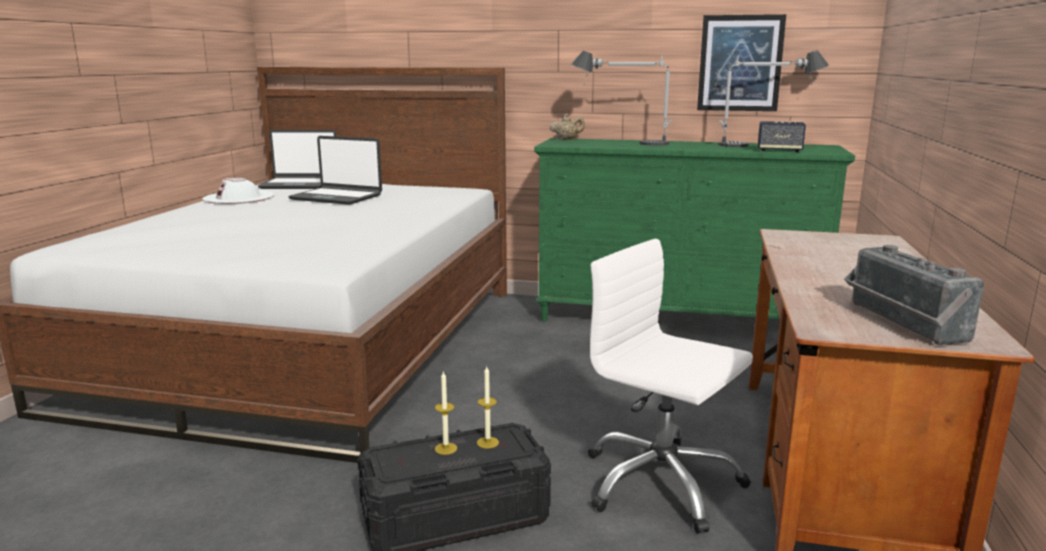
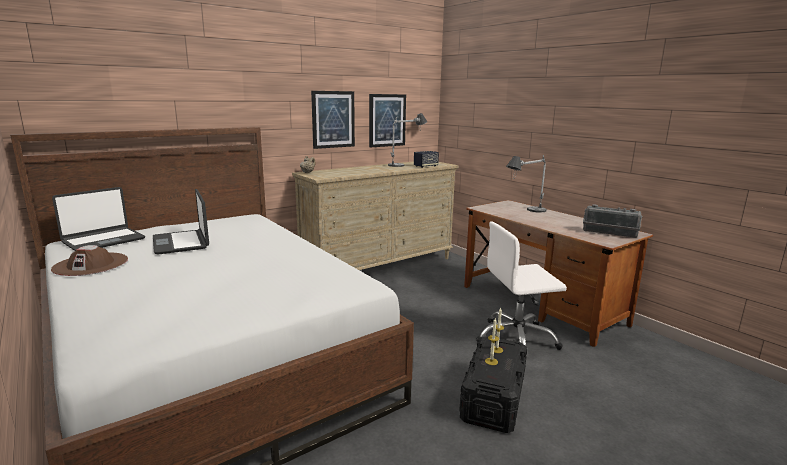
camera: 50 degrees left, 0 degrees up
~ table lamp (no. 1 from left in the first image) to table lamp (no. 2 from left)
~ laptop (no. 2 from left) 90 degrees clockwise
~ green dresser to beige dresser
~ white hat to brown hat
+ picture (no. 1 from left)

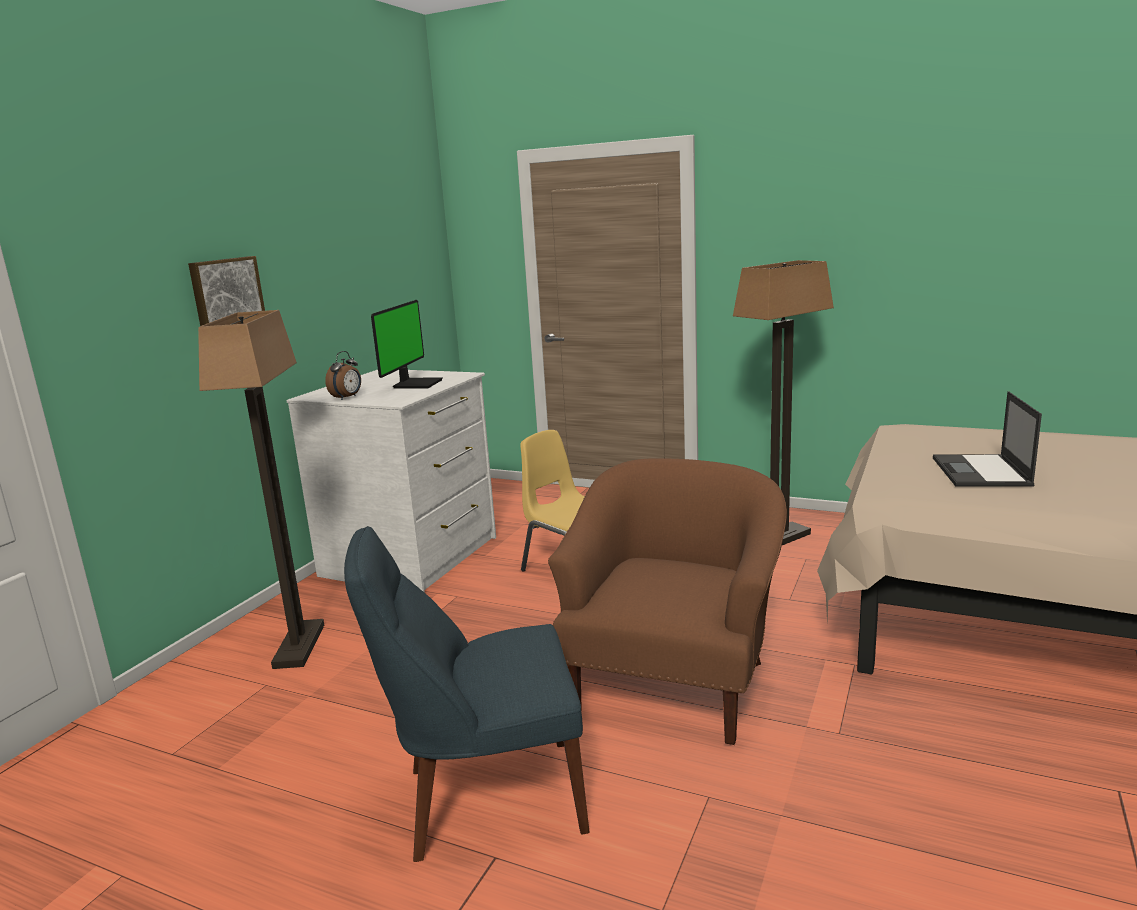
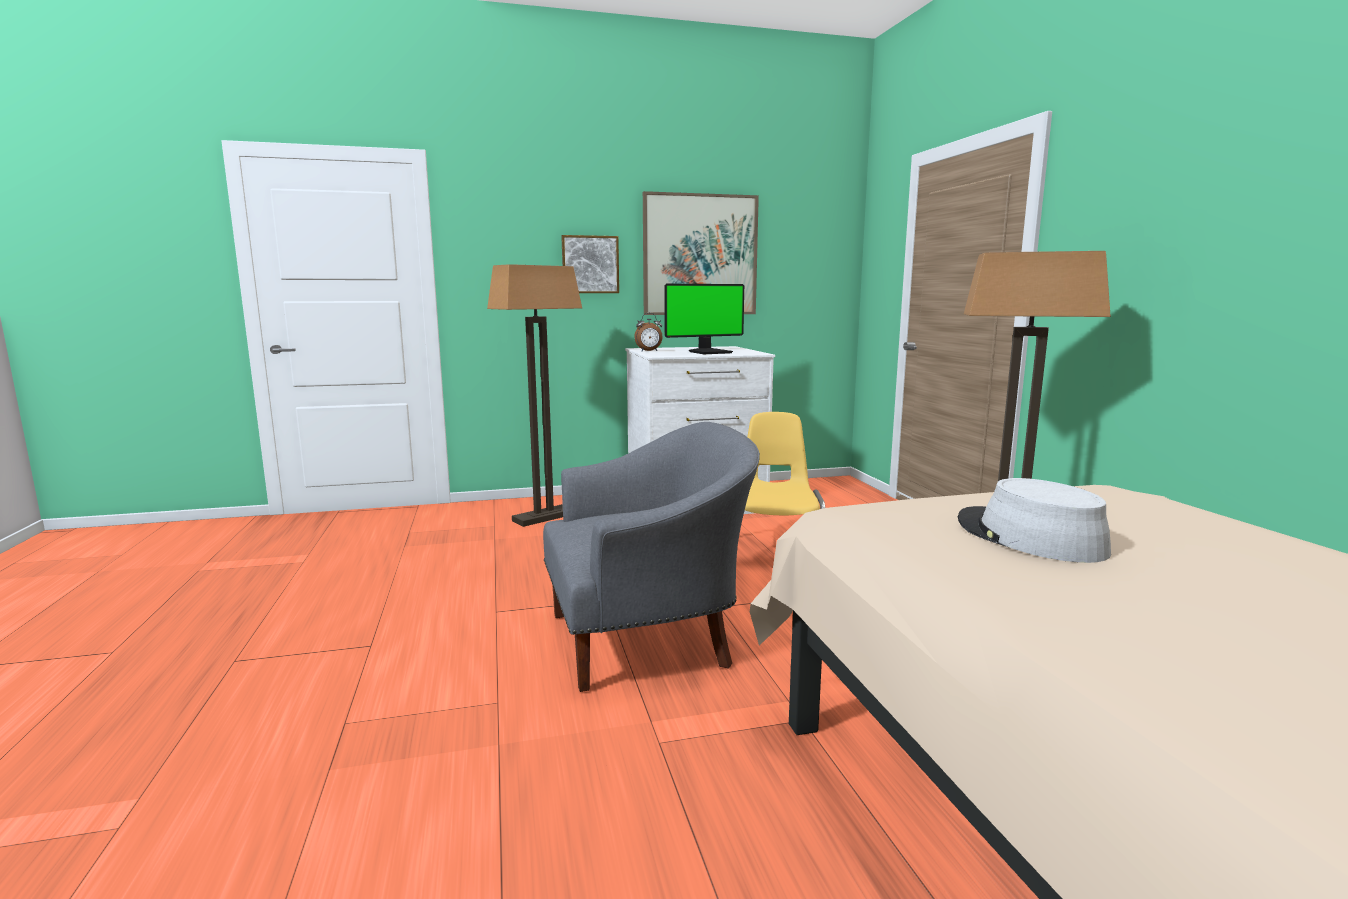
camera: 50 degrees right, 5 degrees down
~ laptop to grey hat
~ brown armchair to grey armchair
- blue chair
+ picture (no. 2 from left)

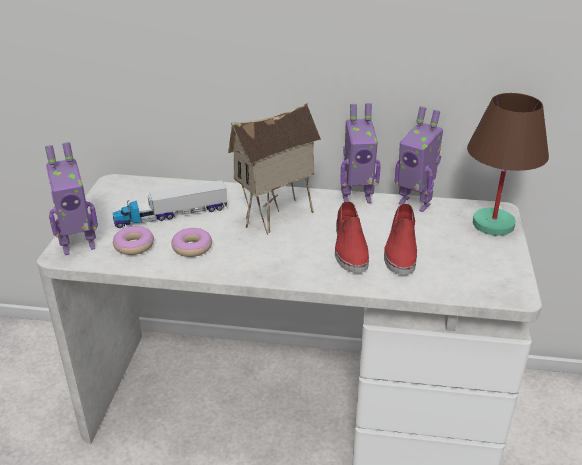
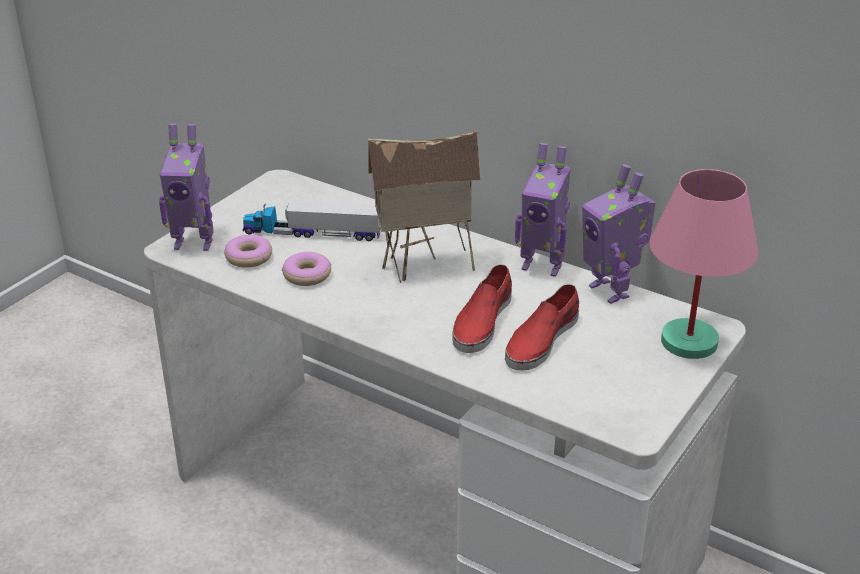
camera: 25 degrees right, 0 degrees up
~ brown table lamp to pink table lamp

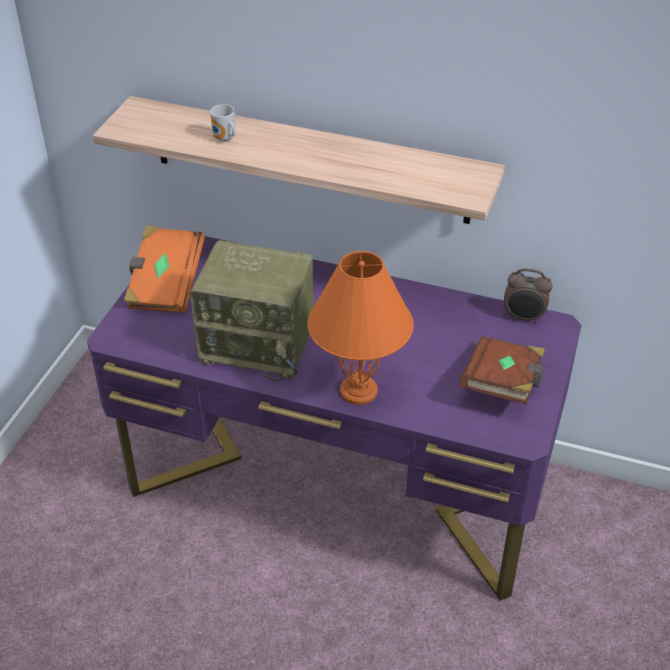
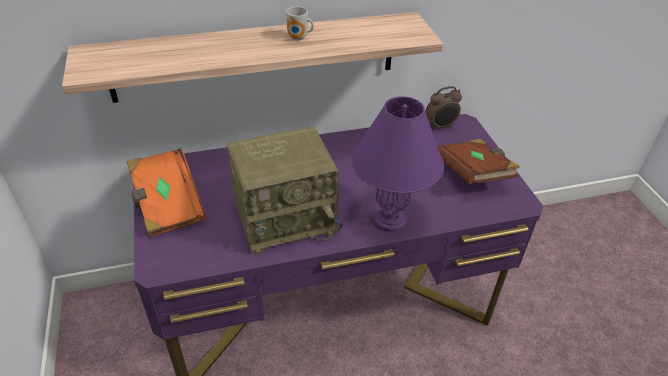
camera: 35 degrees left, 0 degrees up
~ mug
~ orange table lamp to purple table lamp

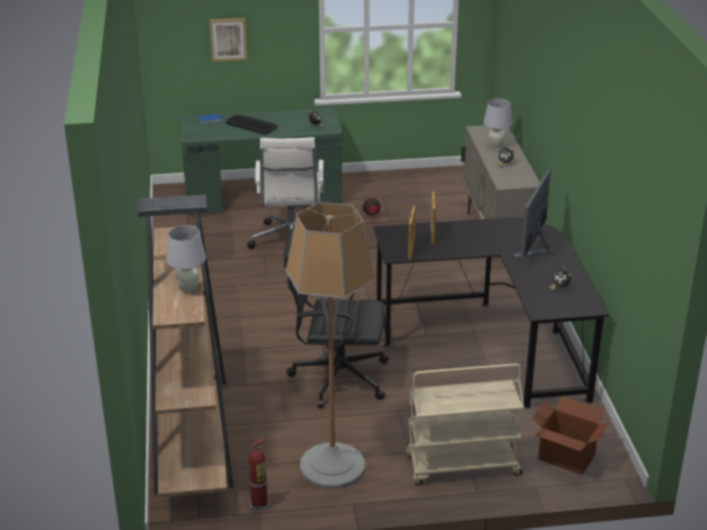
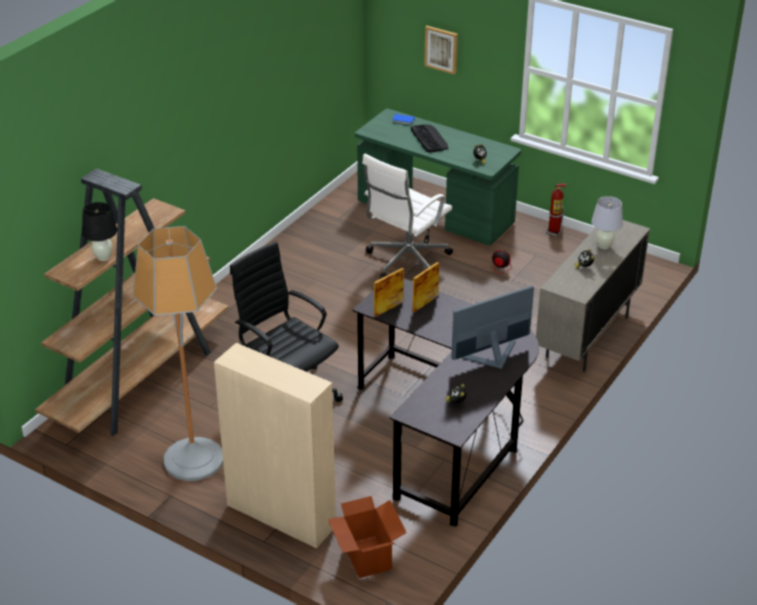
camera: 40 degrees right, 5 degrees up
~ white table lamp (no. 1 from left) to black table lamp
~ beige cart to beige cabinet (no. 1 from left)
~ fire extinguisher

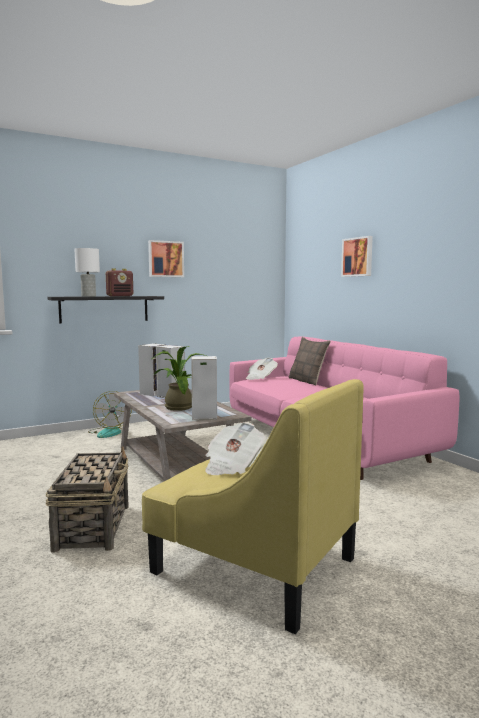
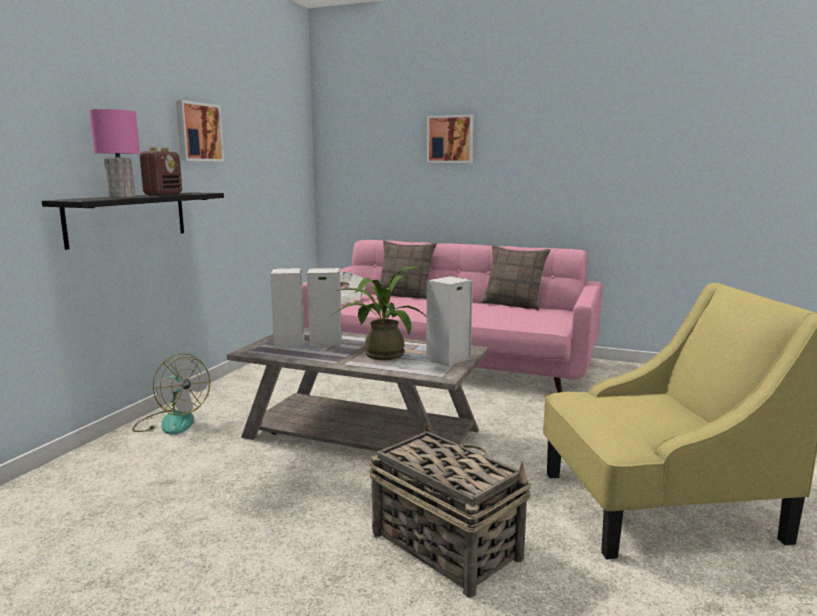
camera: 40 degrees left, 5 degrees up
~ white table lamp to pink table lamp
- newspaper (no. 1 from left)
+ pillow (no. 2 from left)

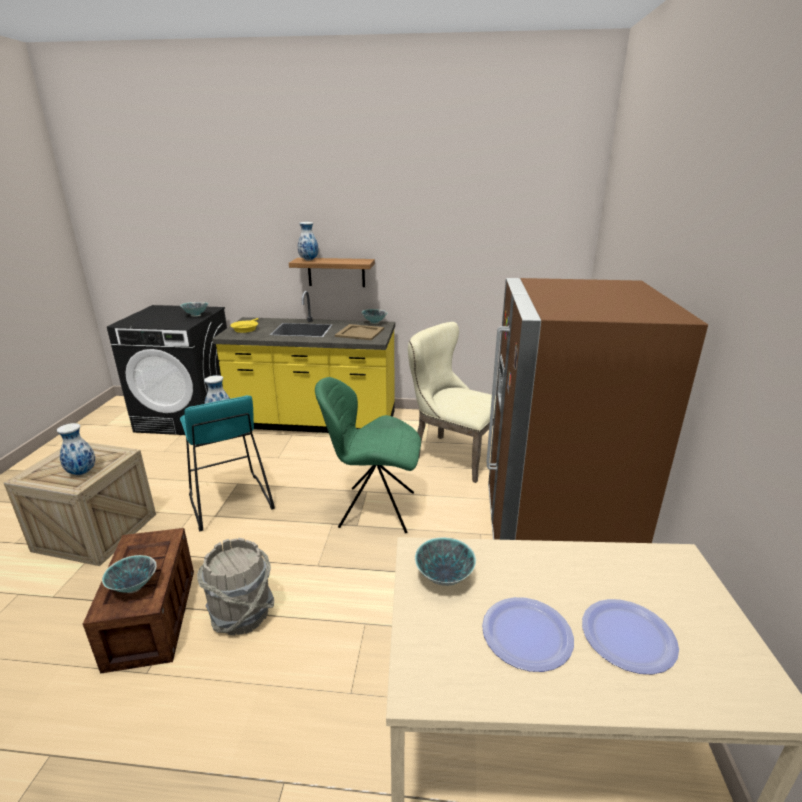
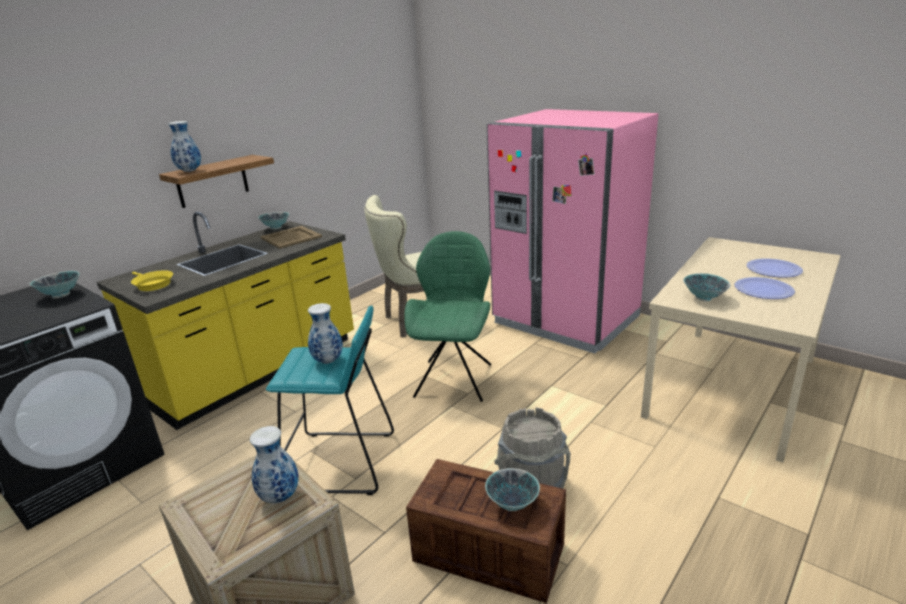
camera: 55 degrees left, 0 degrees up
~ brown fridge to pink fridge
~ green chair 150 degrees clockwise

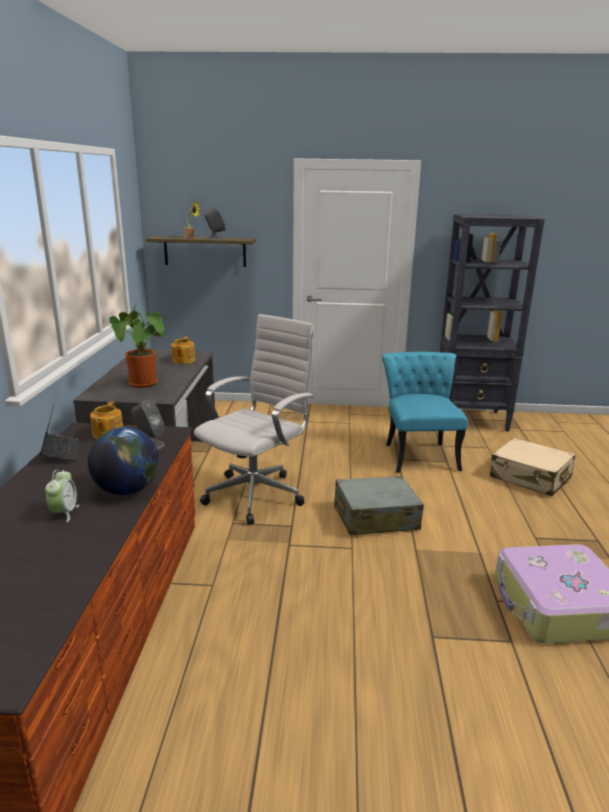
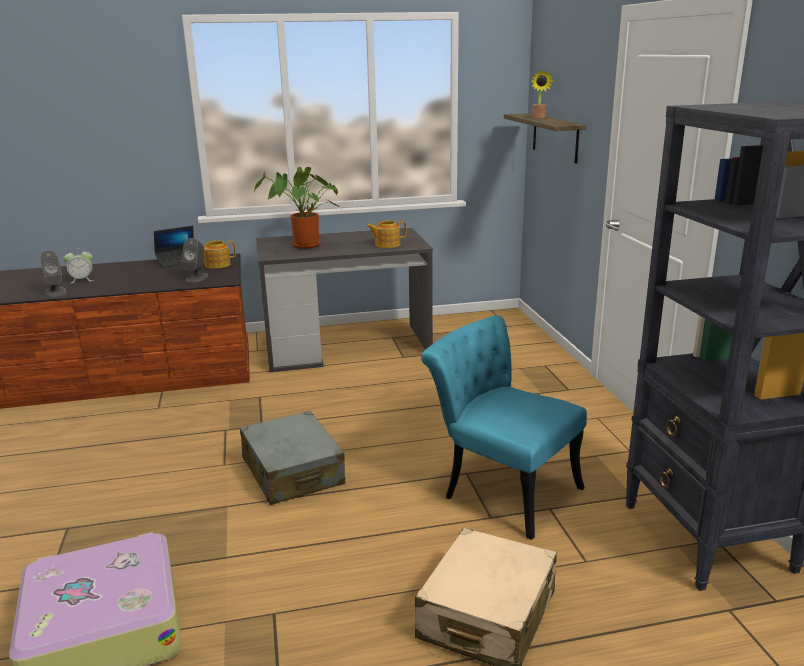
camera: 75 degrees right, 0 degrees up
~ grey speaker (no. 2 from left in the first image) to grey speaker (no. 1 from left)
- white office chair
~ turquoise chair 120 degrees counterclockwise
- globe

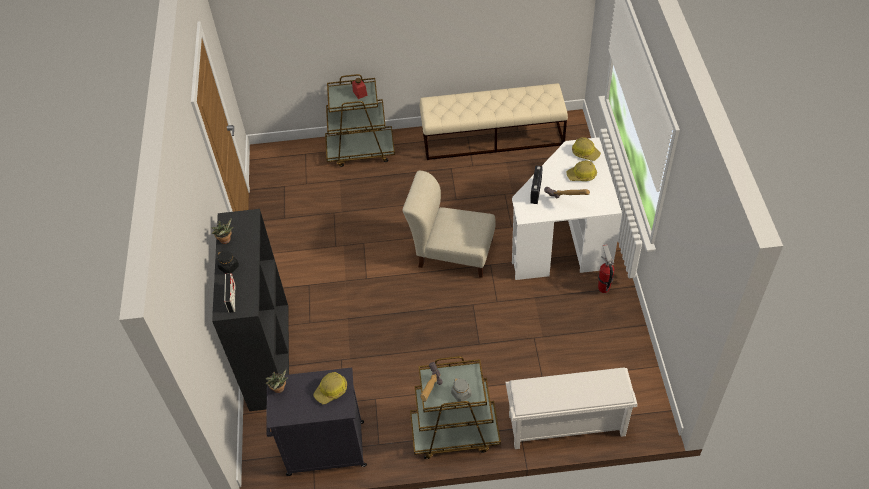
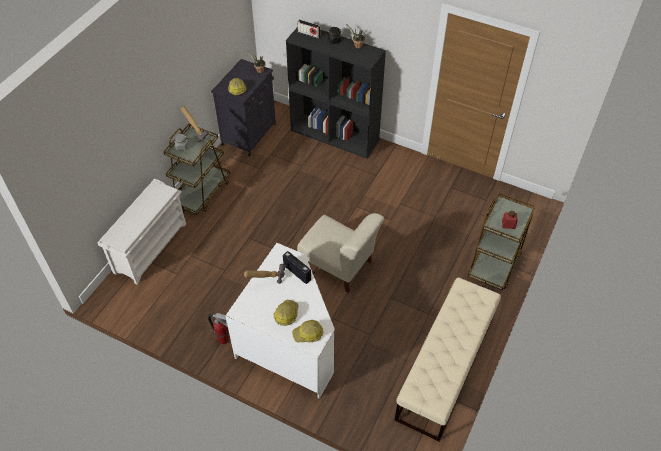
camera: 120 degrees right, 0 degrees up
~ beige chair 75 degrees clockwise

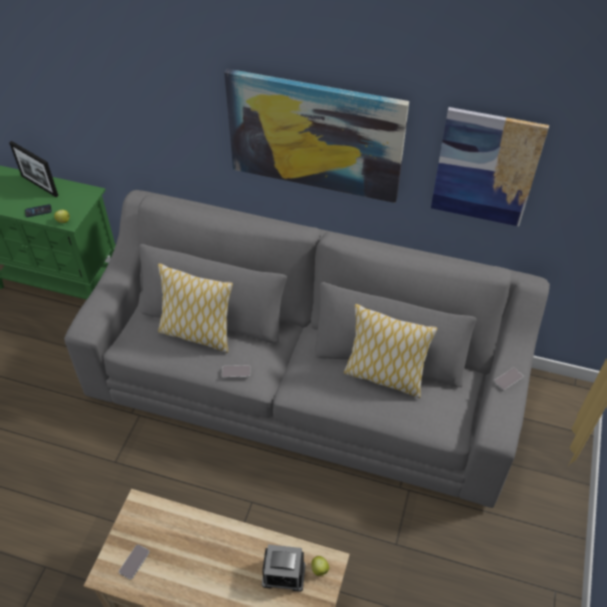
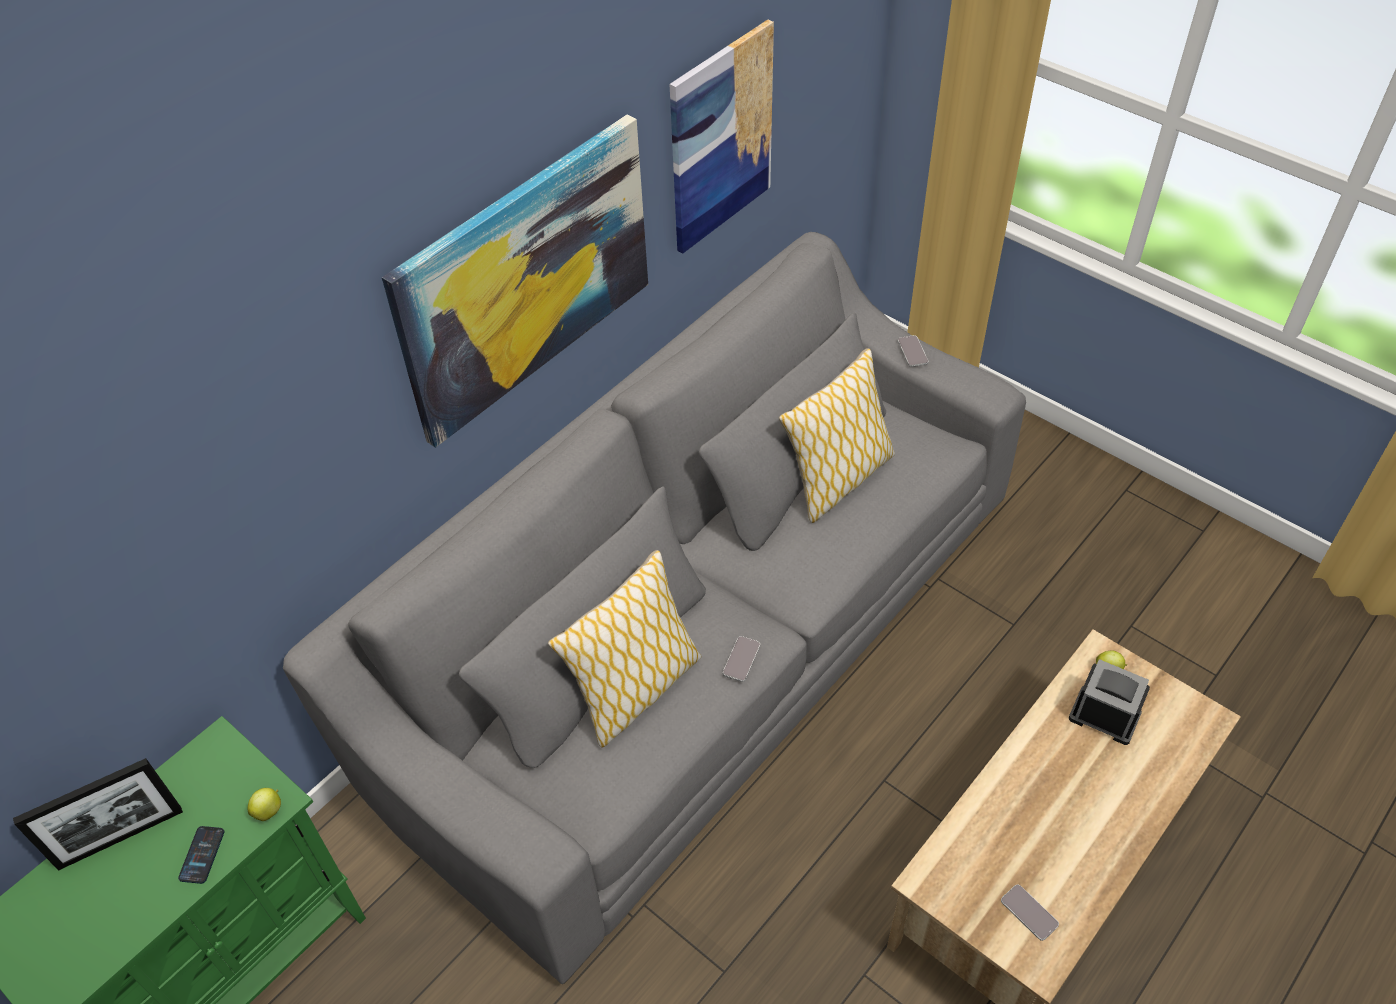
camera: 65 degrees left, 0 degrees up
~ alarm clock 90 degrees counterclockwise

